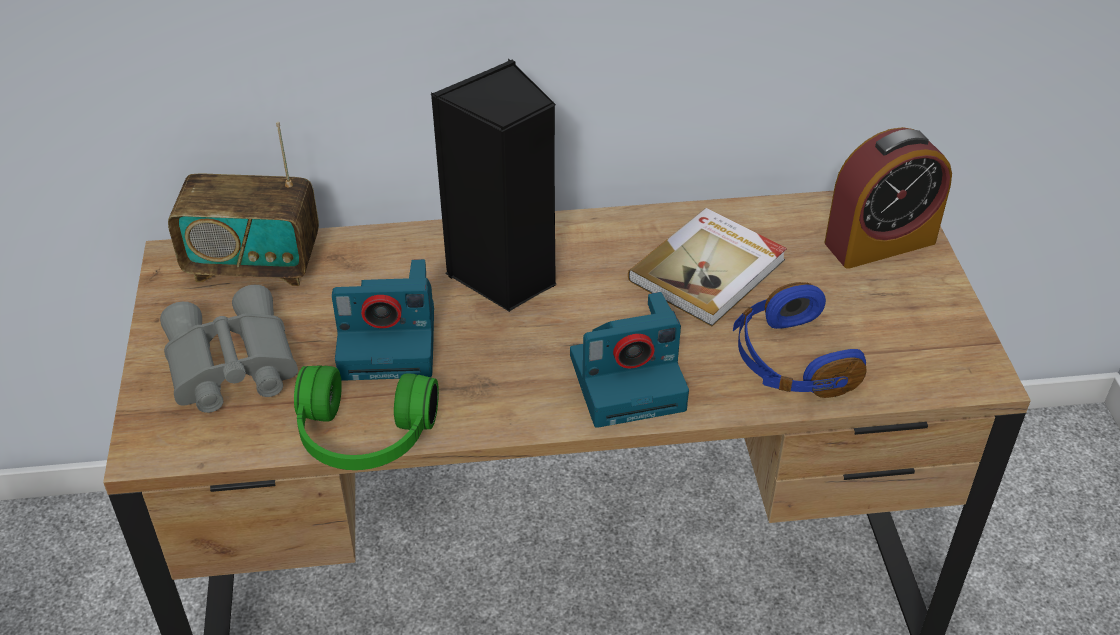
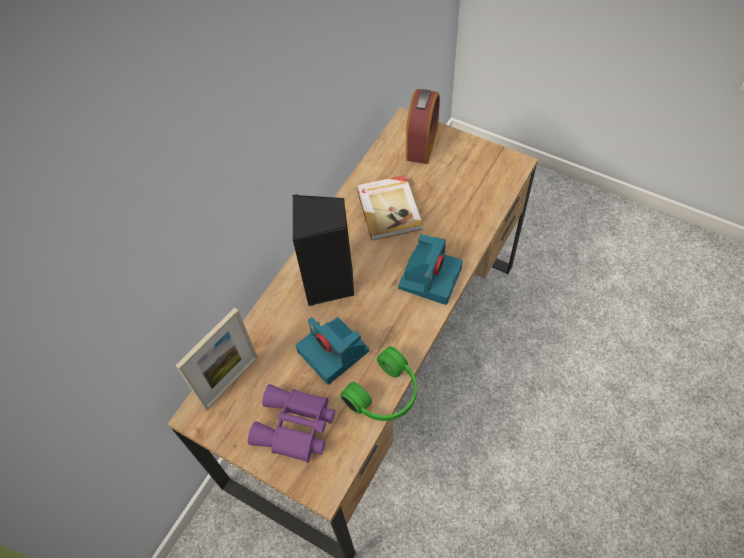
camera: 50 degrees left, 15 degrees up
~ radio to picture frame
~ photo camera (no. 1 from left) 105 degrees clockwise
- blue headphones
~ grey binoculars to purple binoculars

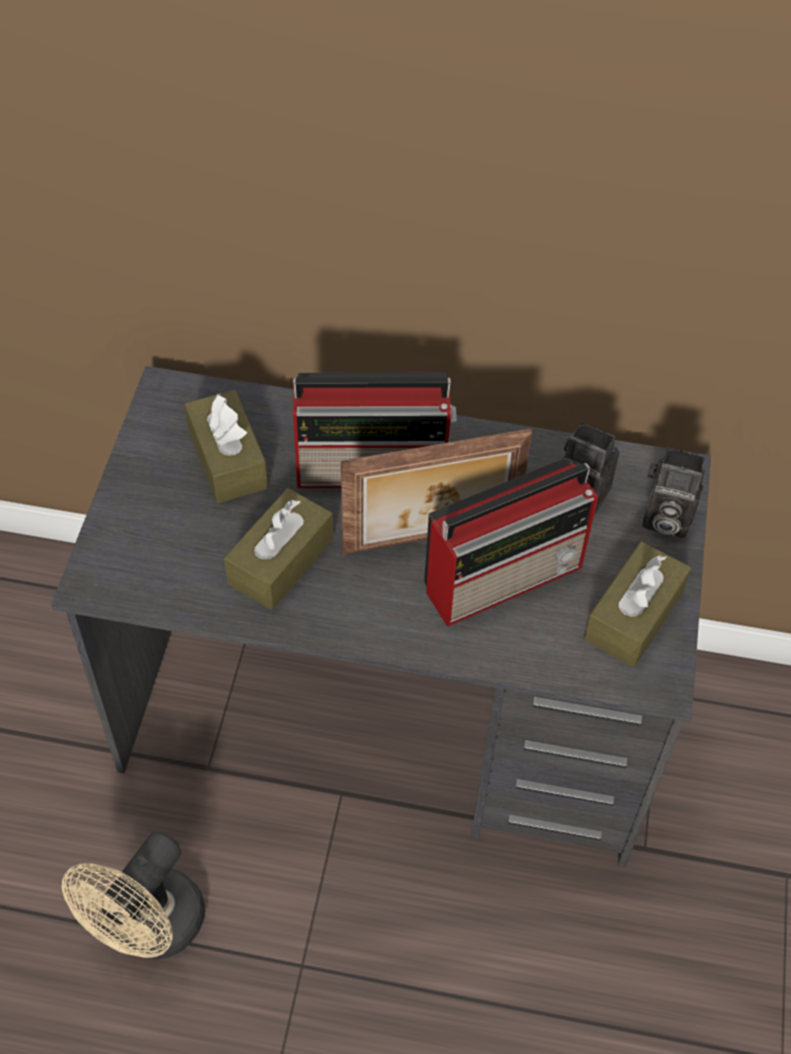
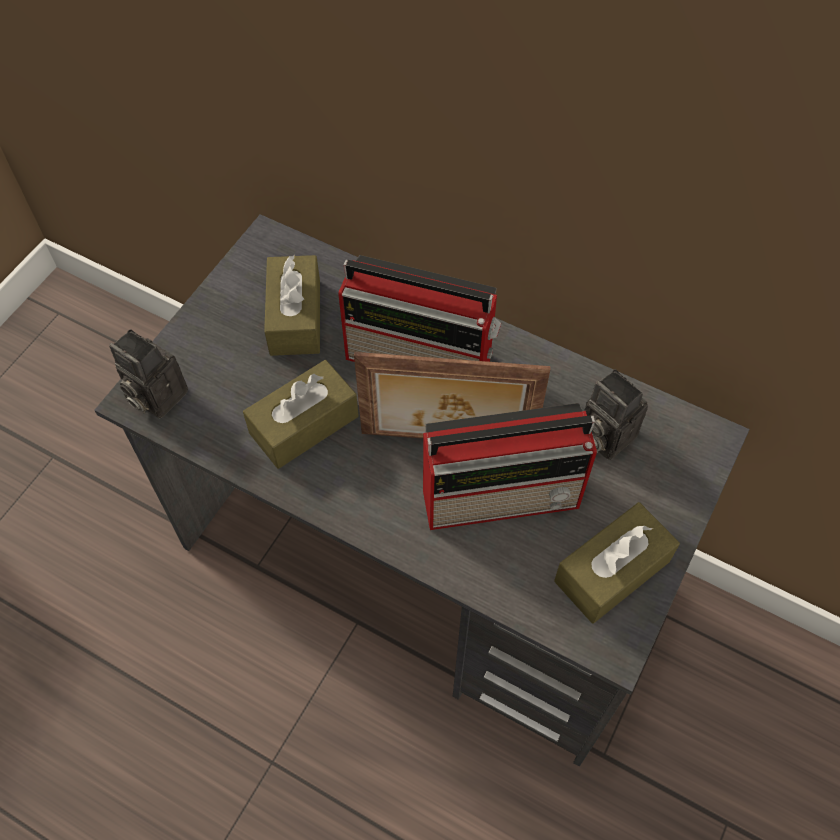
camera: 20 degrees right, 5 degrees up
~ photo camera (no. 2 from left in the first image) to photo camera (no. 1 from left)
- beige fan

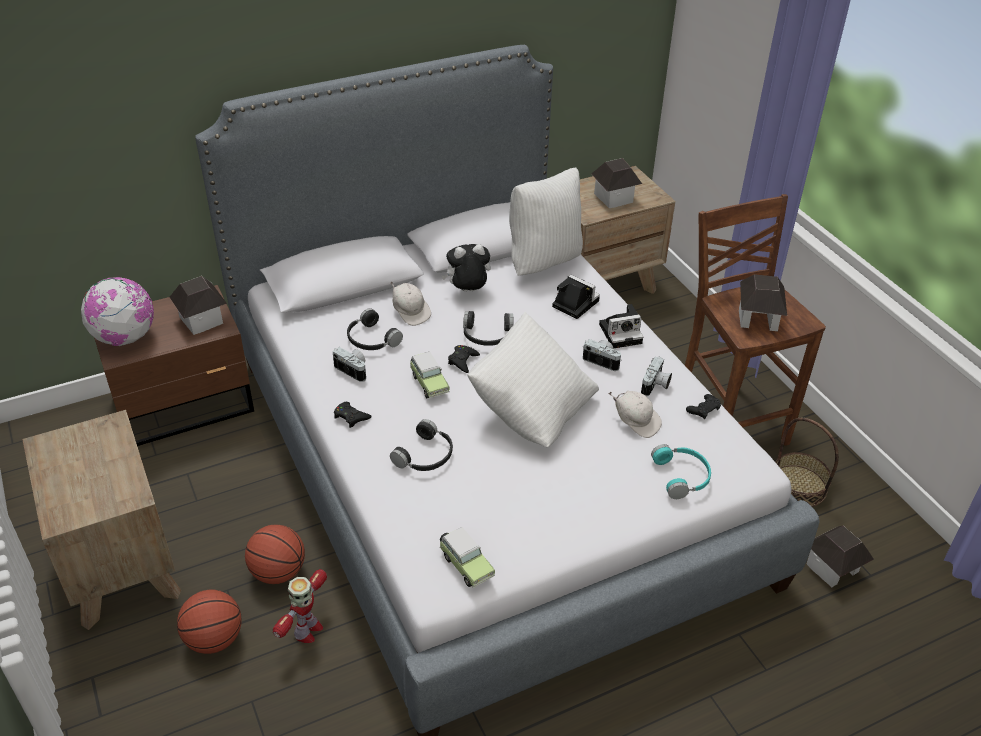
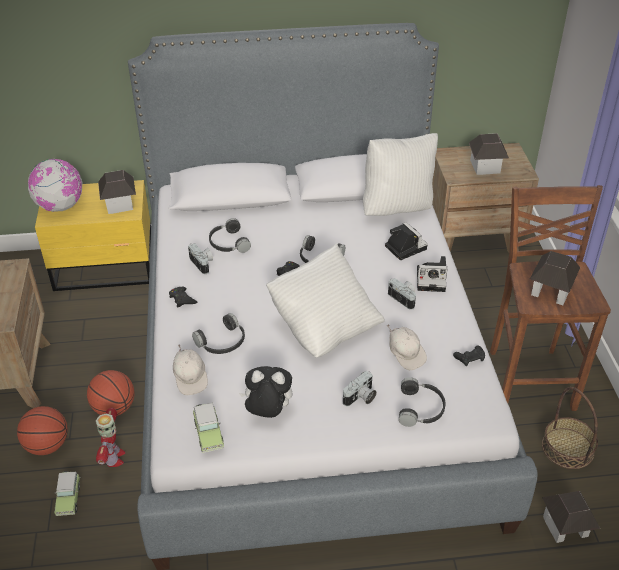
camera: 20 degrees right, 0 degrees up
~ plush toy
~ white cap (no. 1 from left)
~ brown nightstand (no. 2 from left) to yellow nightstand
~ toy car (no. 1 from left)
~ photo camera (no. 5 from left in the first image) to photo camera (no. 2 from left)
~ turquoise headphones to black headphones (no. 4 from left)
~ toy robot 45 degrees counterclockwise

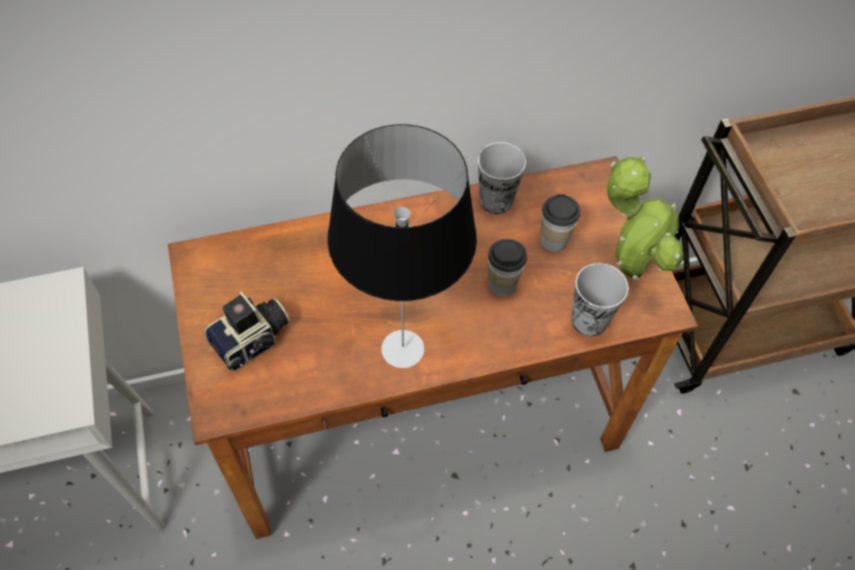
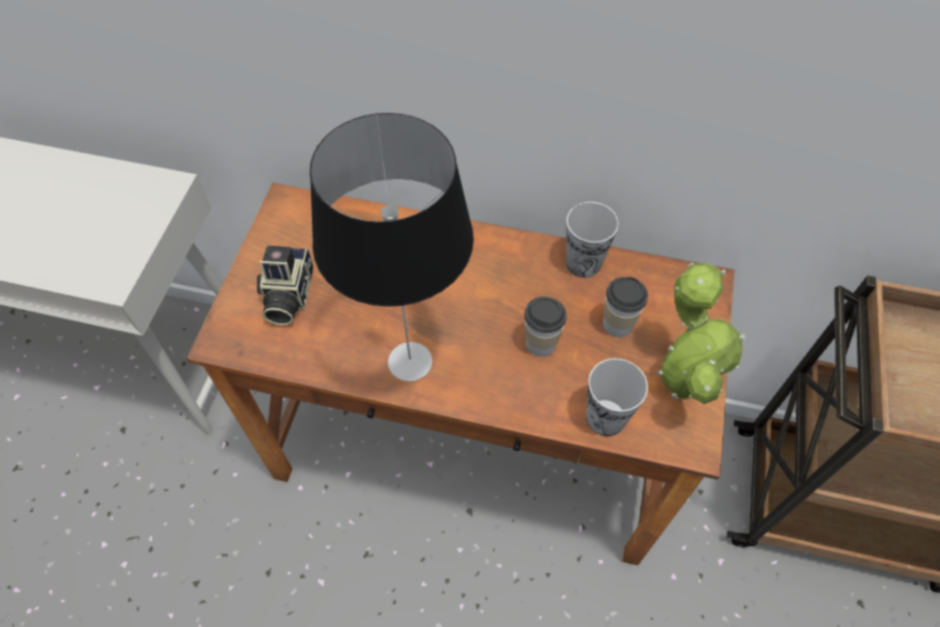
camera: 30 degrees right, 0 degrees up
~ photo camera 105 degrees clockwise

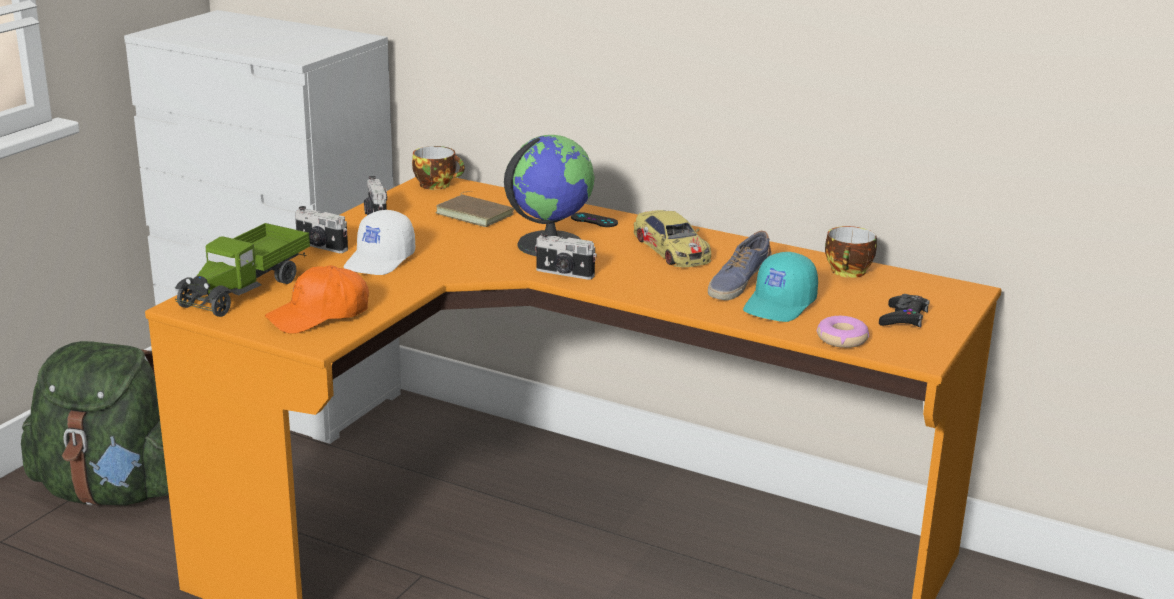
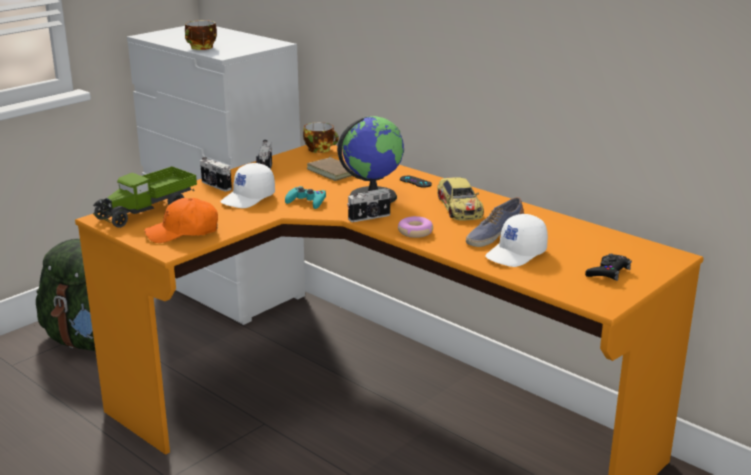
camera: 15 degrees right, 0 degrees up
~ cup (no. 2 from left in the first image) to cup (no. 1 from left)
~ photo camera (no. 3 from left) 60 degrees counterclockwise
~ turquoise cap to white cap (no. 2 from left)
~ donut
+ turquoise game controller

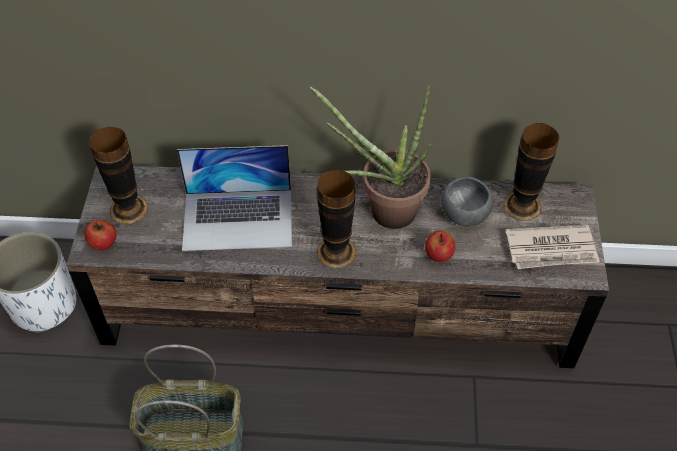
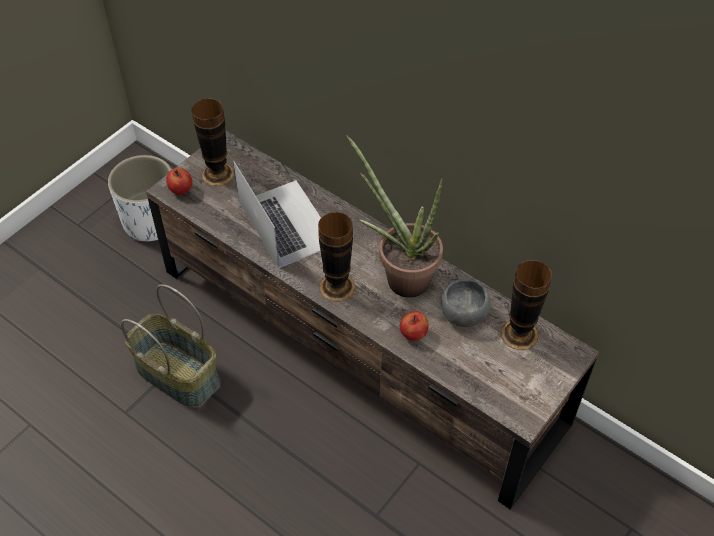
camera: 35 degrees right, 0 degrees up
~ laptop 150 degrees counterclockwise
- newspaper

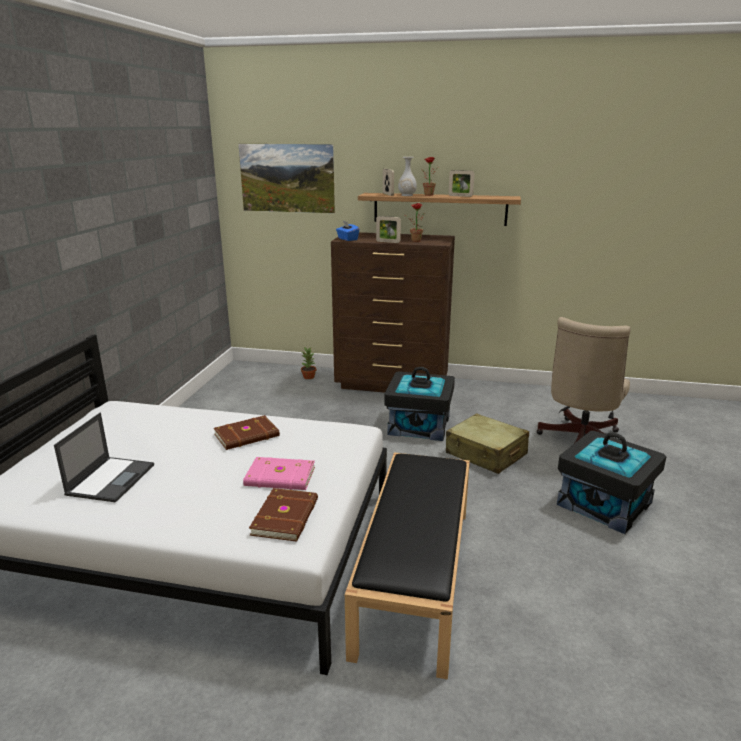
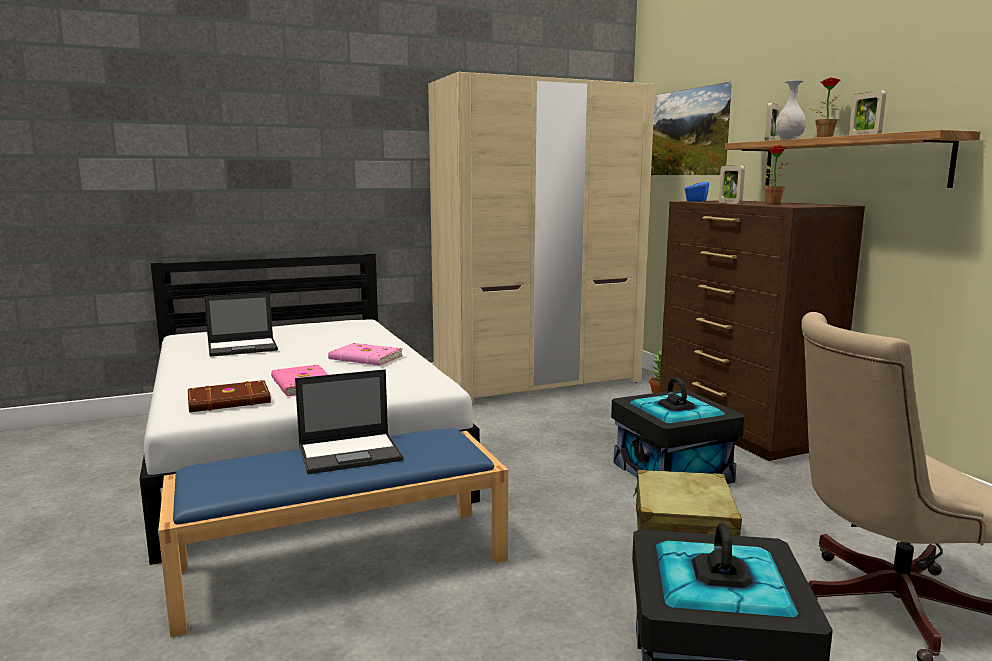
camera: 55 degrees right, 10 degrees down
~ brown book (no. 1 from left) to pink book (no. 2 from left)
~ black bench to blue bench
+ beige wardrobe
+ laptop (no. 2 from left)

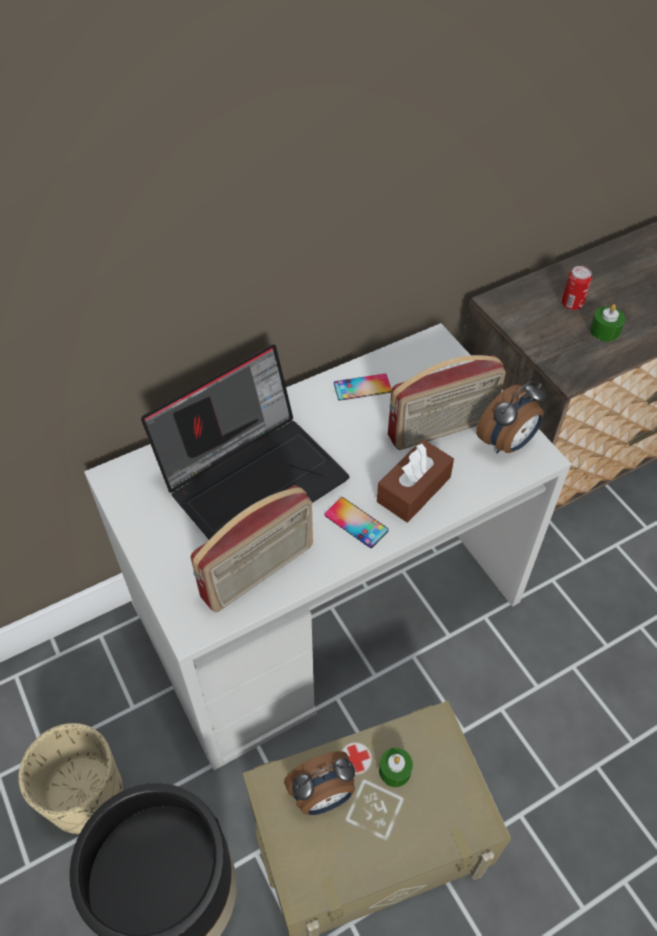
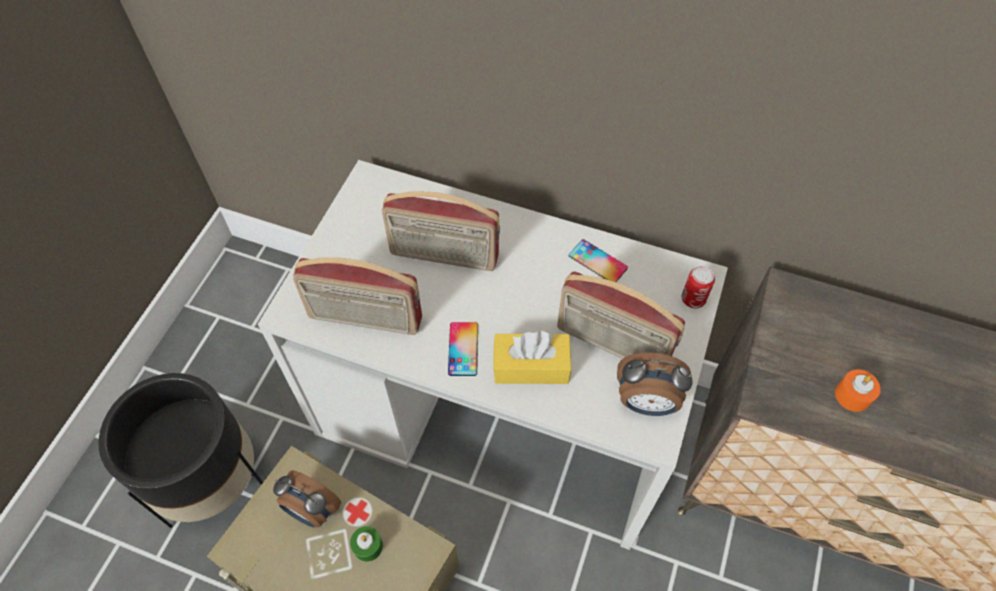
camera: 50 degrees right, 5 degrees up
~ can
~ green candle (no. 2 from left) to orange candle
~ laptop to radio (no. 2 from left)
~ brown tissue box to yellow tissue box
- beige planter

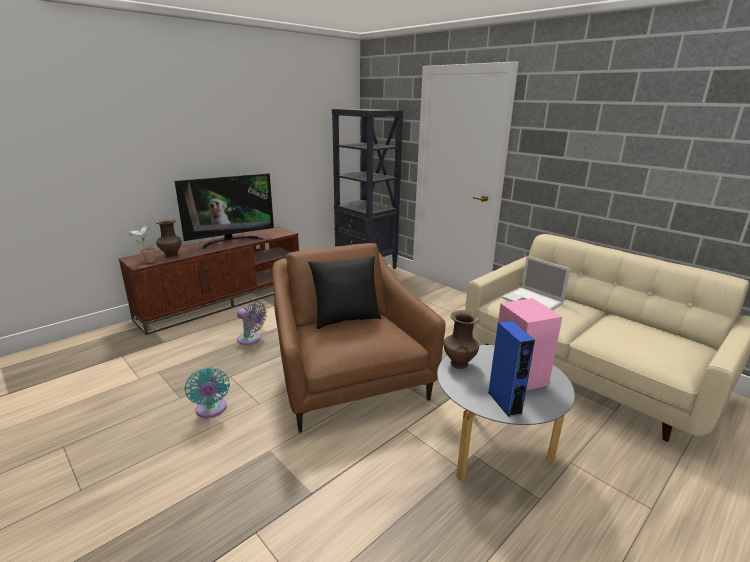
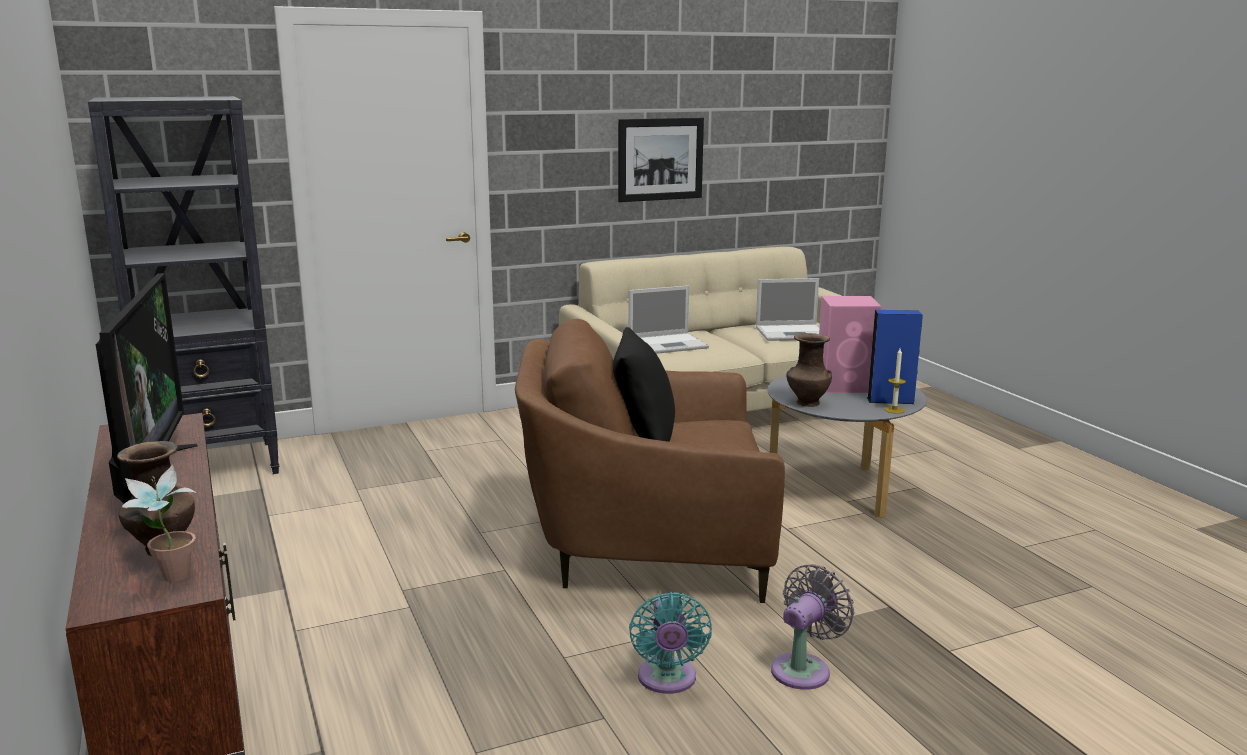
camera: 70 degrees left, 5 degrees down
~ grey fan
~ turquoise fan 90 degrees clockwise
+ picture
+ laptop (no. 2 from left)
+ candle

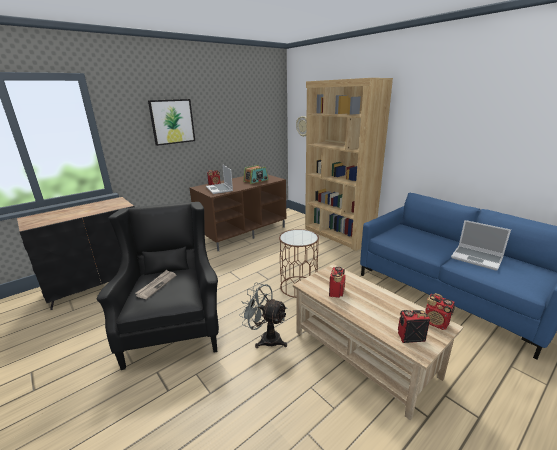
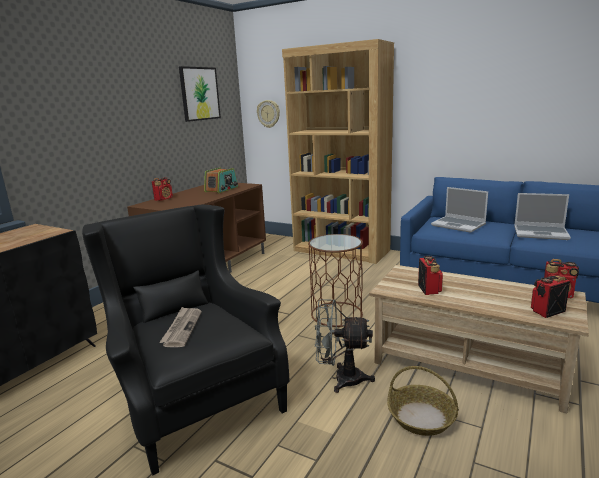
camera: 20 degrees left, 5 degrees down
~ picture
~ laptop (no. 1 from left)
+ basket

